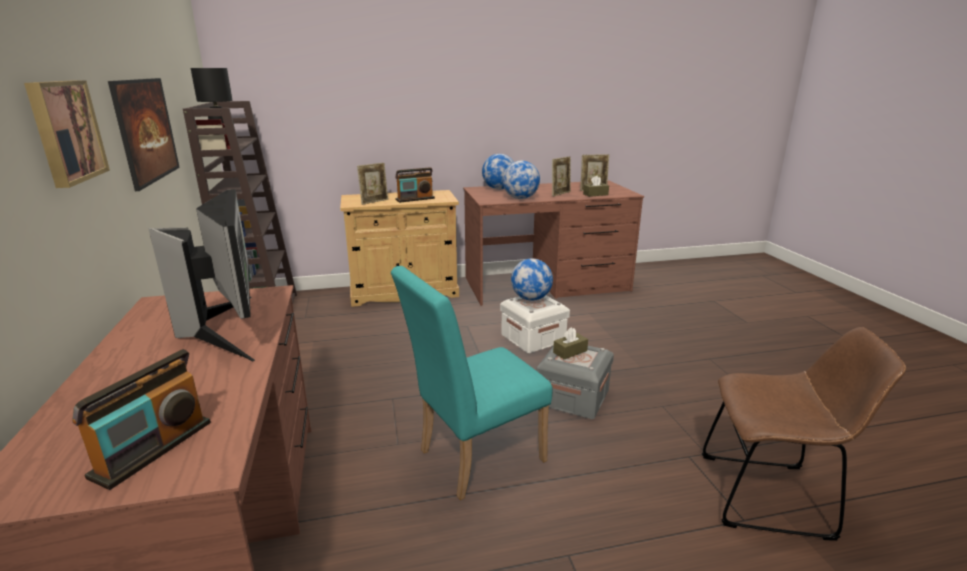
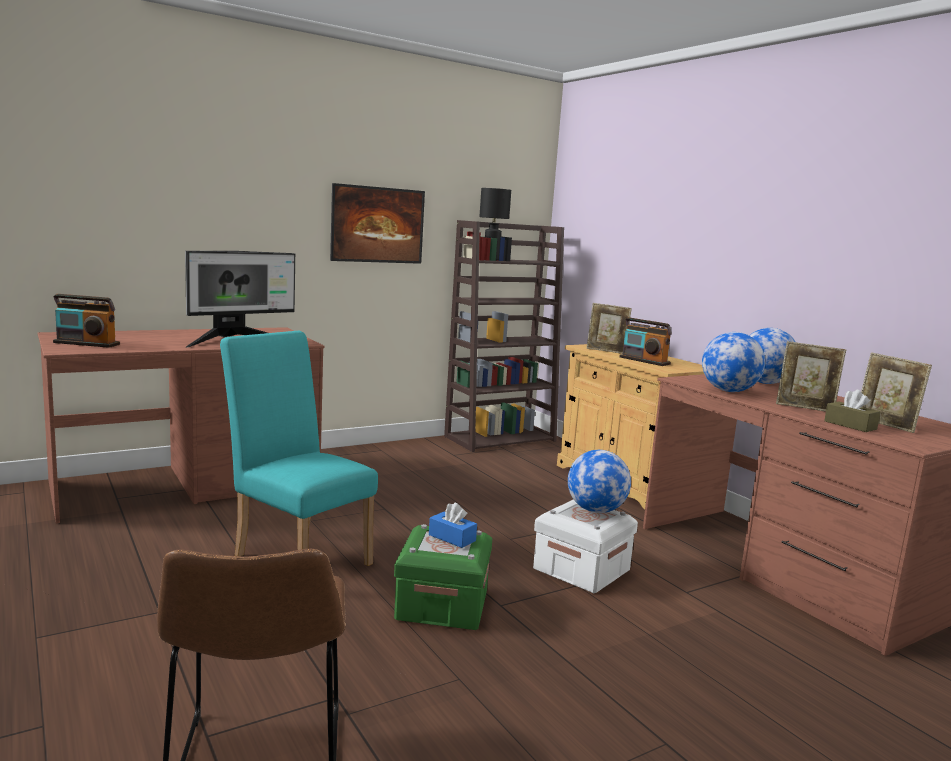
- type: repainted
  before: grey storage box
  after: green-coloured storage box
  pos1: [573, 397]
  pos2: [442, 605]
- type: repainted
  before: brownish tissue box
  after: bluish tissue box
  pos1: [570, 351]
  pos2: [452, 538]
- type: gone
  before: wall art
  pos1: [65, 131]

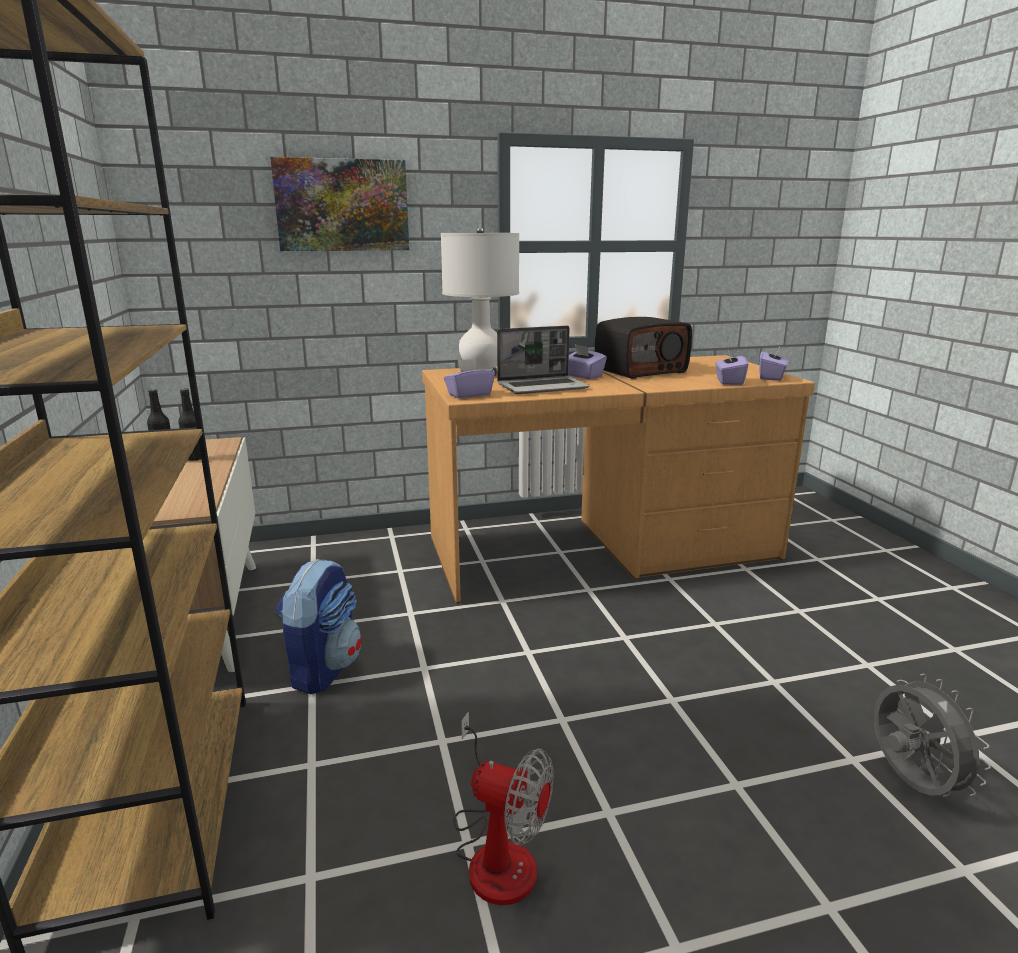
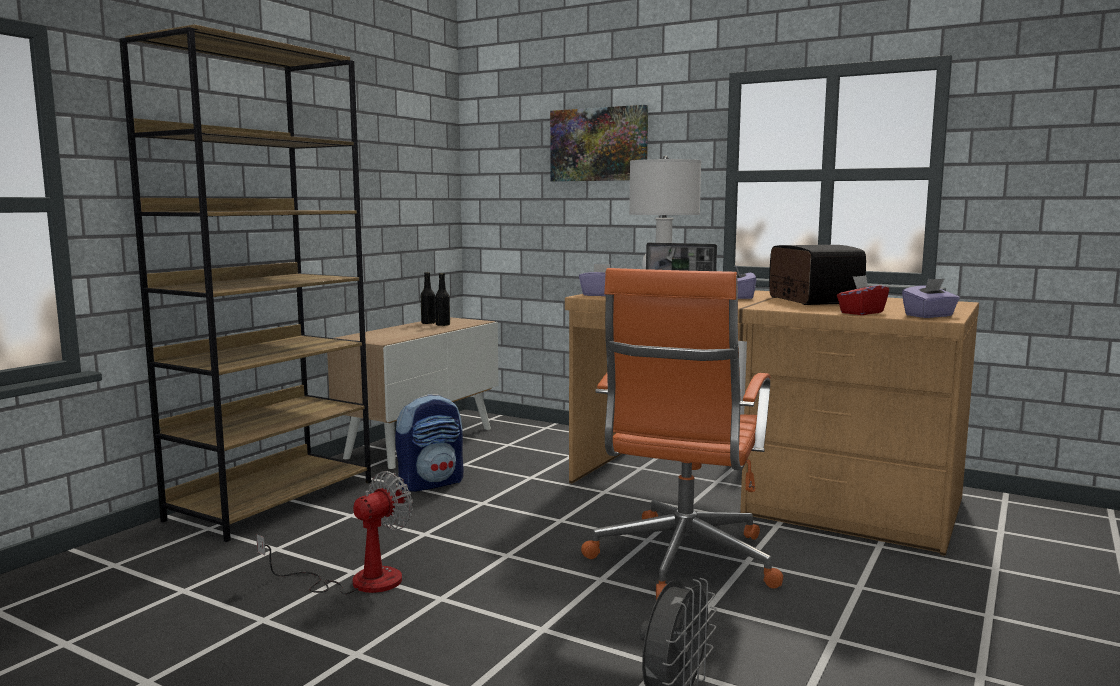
- type: rotated
  before: electric fan
  pos1: [496, 851]
  pos2: [358, 581]
  turn: -120
- type: new
  after: orange-coloured office chair
  pos2: [681, 562]
- type: rotated
  before: radio
  pos1: [640, 370]
  pos2: [811, 300]
  turn: -120
- type: repainted
  before: purplish tissue box
  after: red tissue box
  pos1: [729, 382]
  pos2: [861, 313]

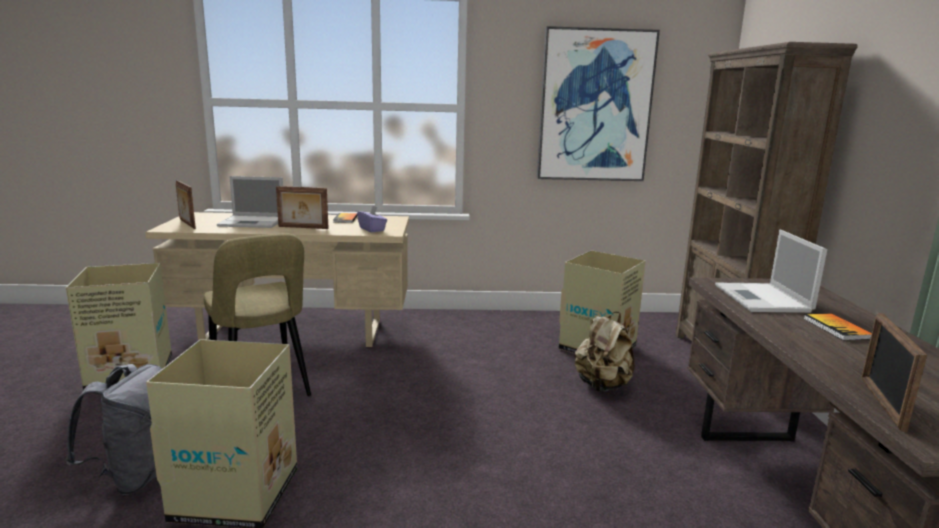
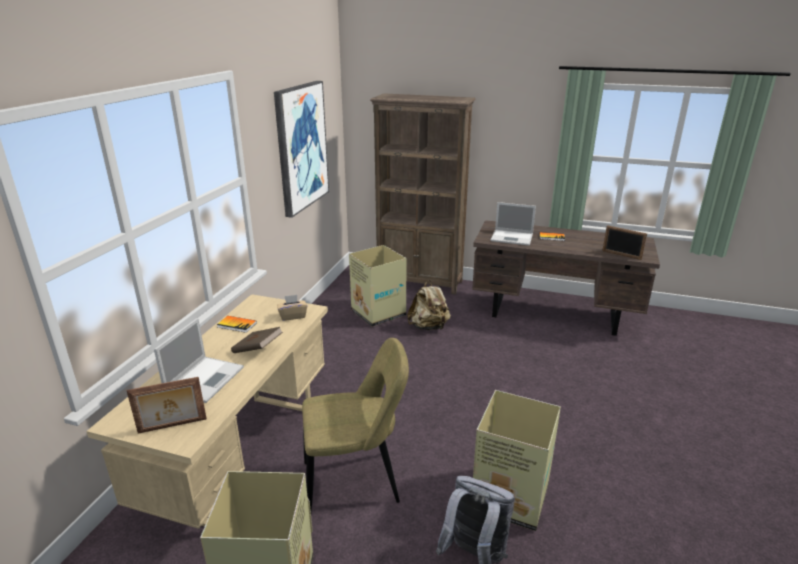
- type: swapped
  before: standing frame
  after: brownish bound book
  pos1: [303, 228]
  pos2: [258, 350]
- type: repainted
  before: purplish tissue box
  after: beige-coloured tissue box
  pos1: [372, 229]
  pos2: [292, 316]

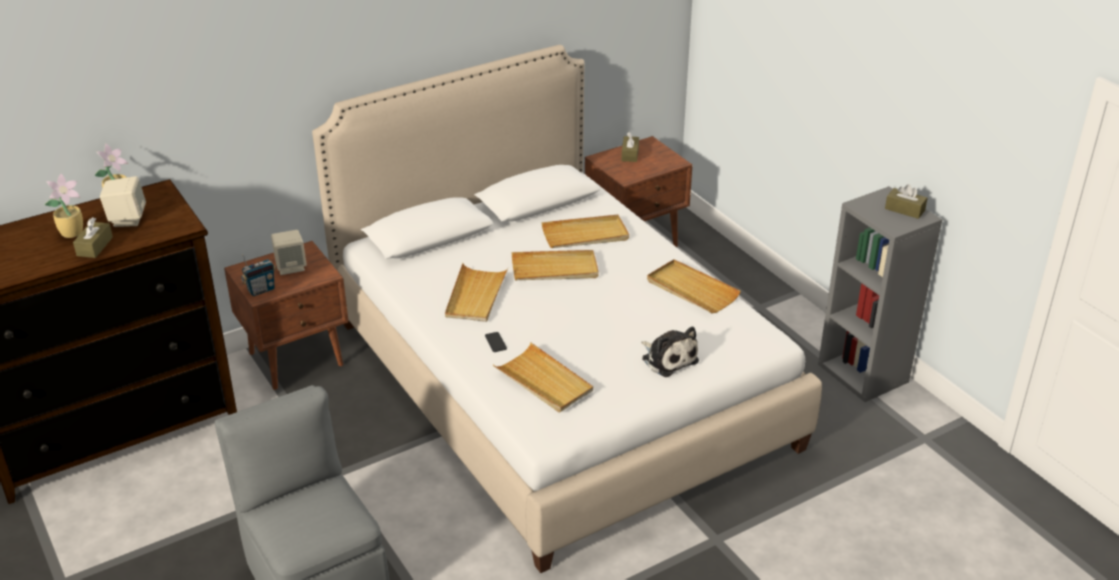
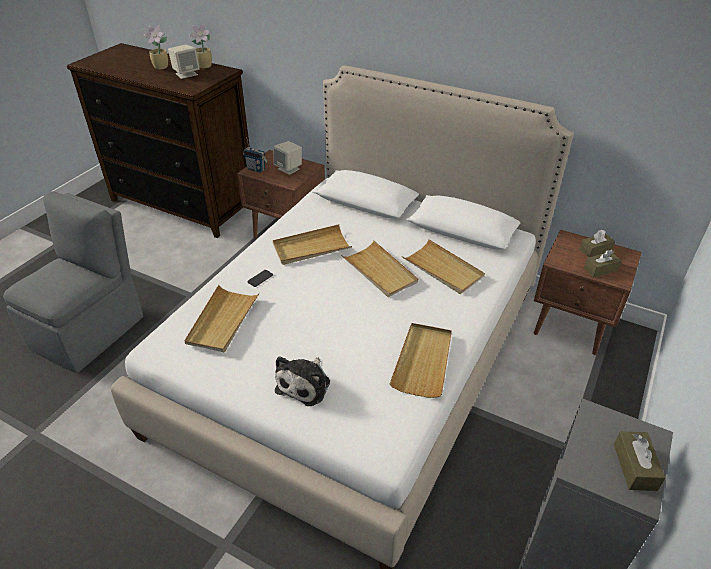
- type: shifted
  before: brownish tissue box
  pos1: [95, 246]
  pos2: [600, 269]

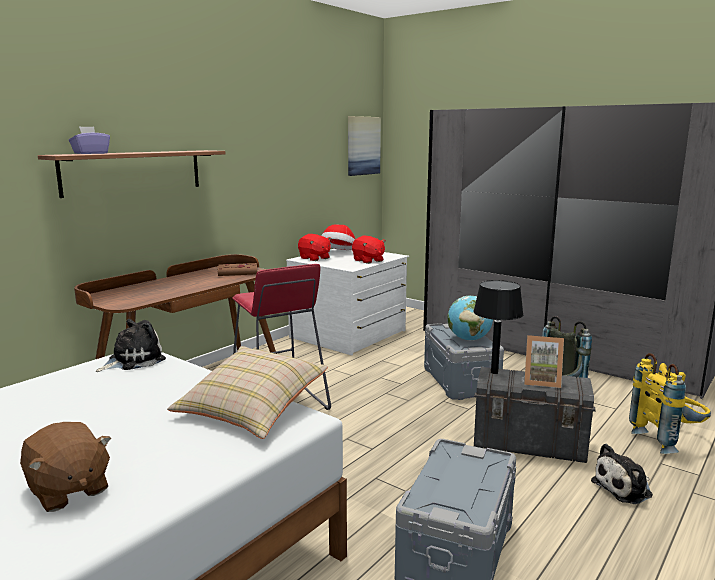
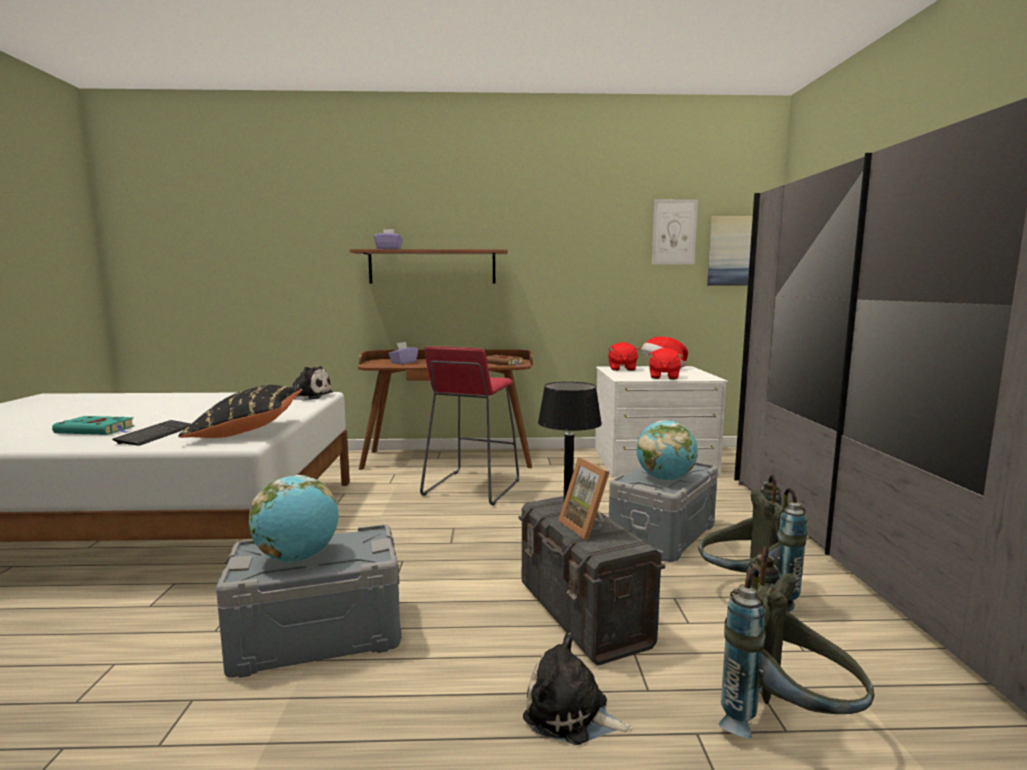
- type: swapped
  before: brownish soft toy
  after: blue-green bound book
  pos1: [68, 490]
  pos2: [97, 430]
- type: new
  after: computer keyboard
  pos2: [156, 434]
- type: repainted
  before: beige-coloured cushion
  after: black-coloured cushion
  pos1: [251, 410]
  pos2: [247, 430]
- type: new
  after: globe
  pos2: [298, 557]
- type: new
  after: purplish tissue box
  pos2: [403, 362]
- type: new
  after: wall art
  pos2: [674, 232]
- type: repainted
  before: yellow backpack
  after: grey backpack
  pos1: [668, 440]
  pos2: [787, 725]

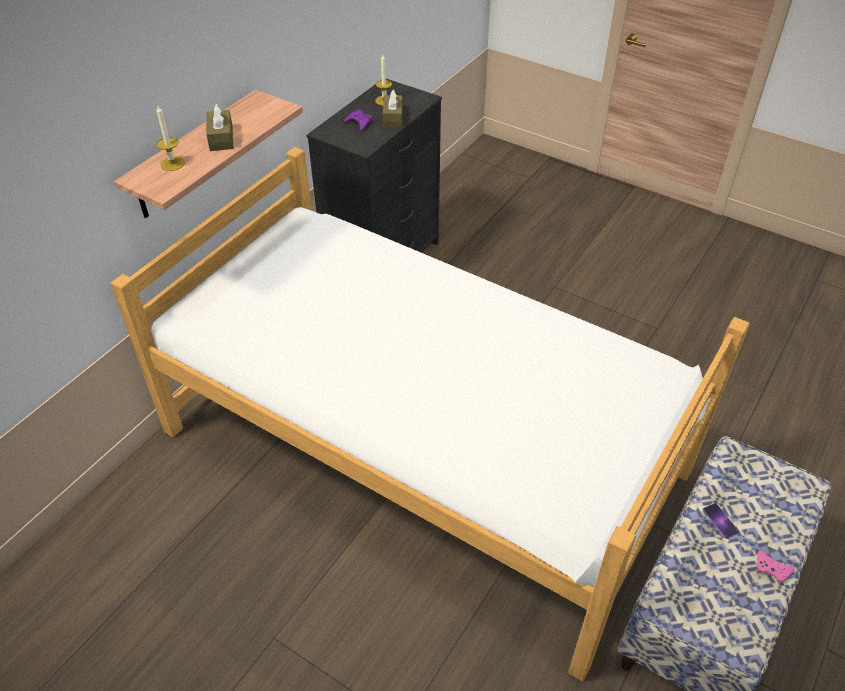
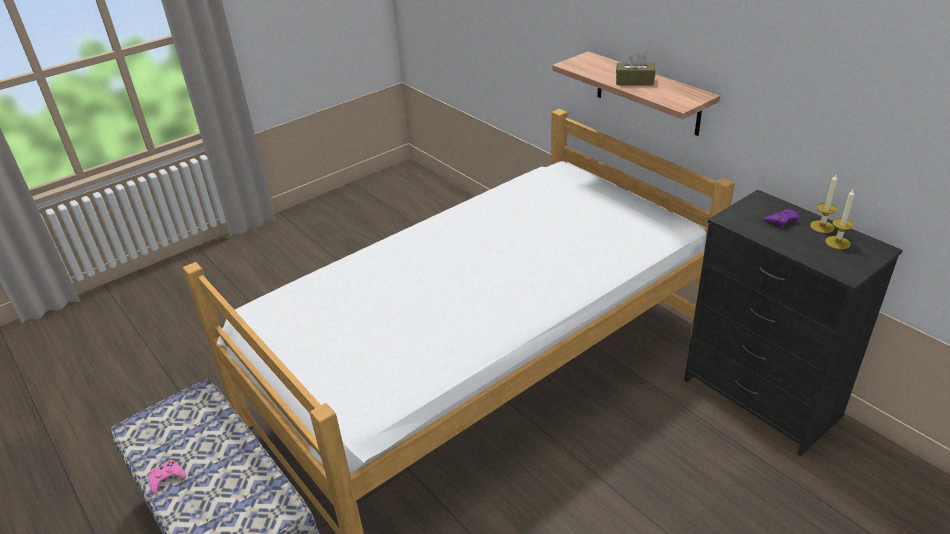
- type: shifted
  before: candle
  pos1: [172, 163]
  pos2: [822, 226]
- type: gone
  before: brownish tissue box
  pos1: [392, 117]
- type: gone
  before: telephone
  pos1: [720, 520]

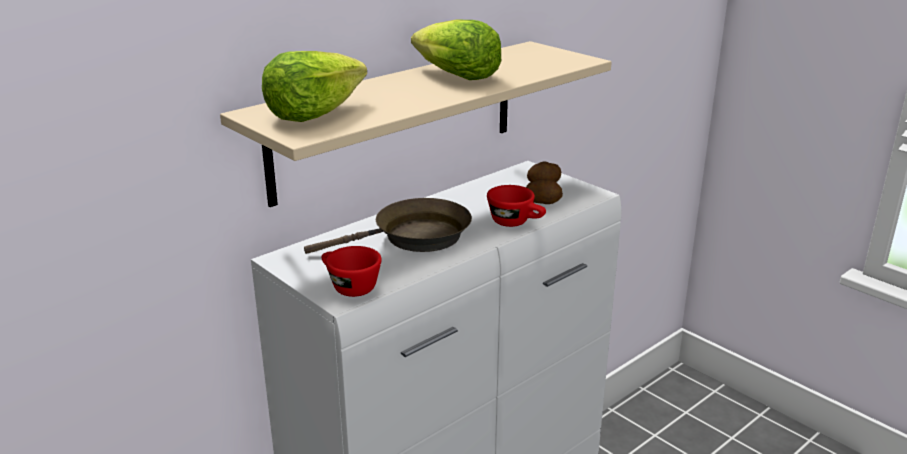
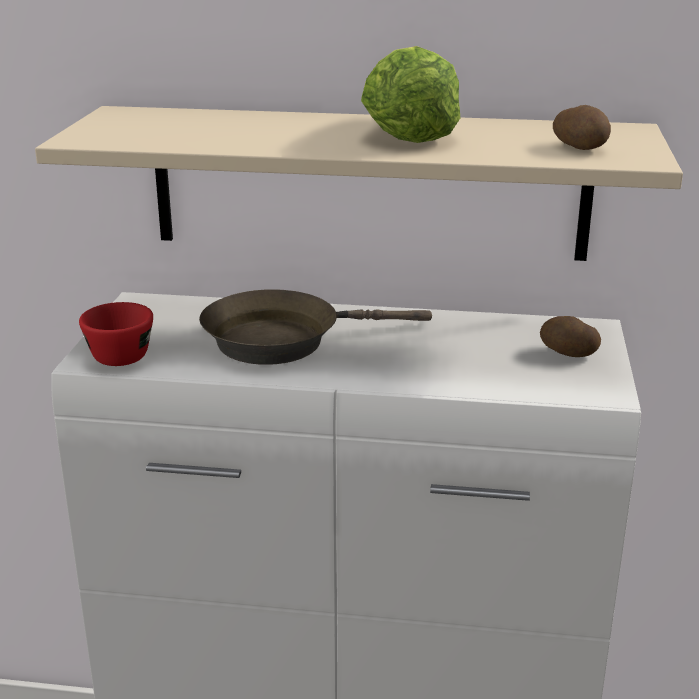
- type: rotated
  before: brownish frying pan
  pos1: [414, 238]
  pos2: [282, 340]
  turn: 135
- type: shifted
  before: spud
  pos1: [542, 202]
  pos2: [581, 147]
- type: gone
  before: lettuce
  pos1: [314, 113]
- type: gone
  before: red cup
  pos1: [516, 222]

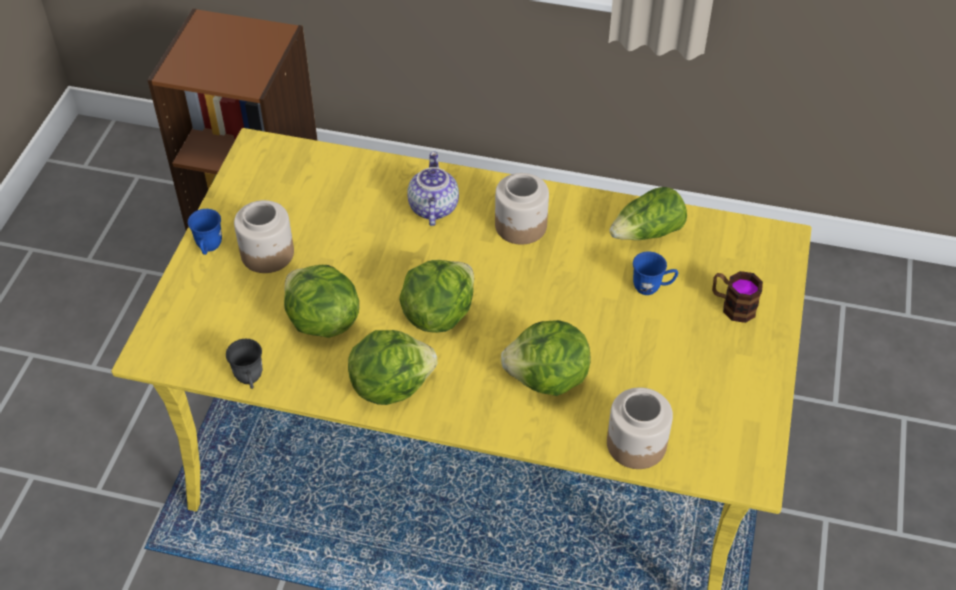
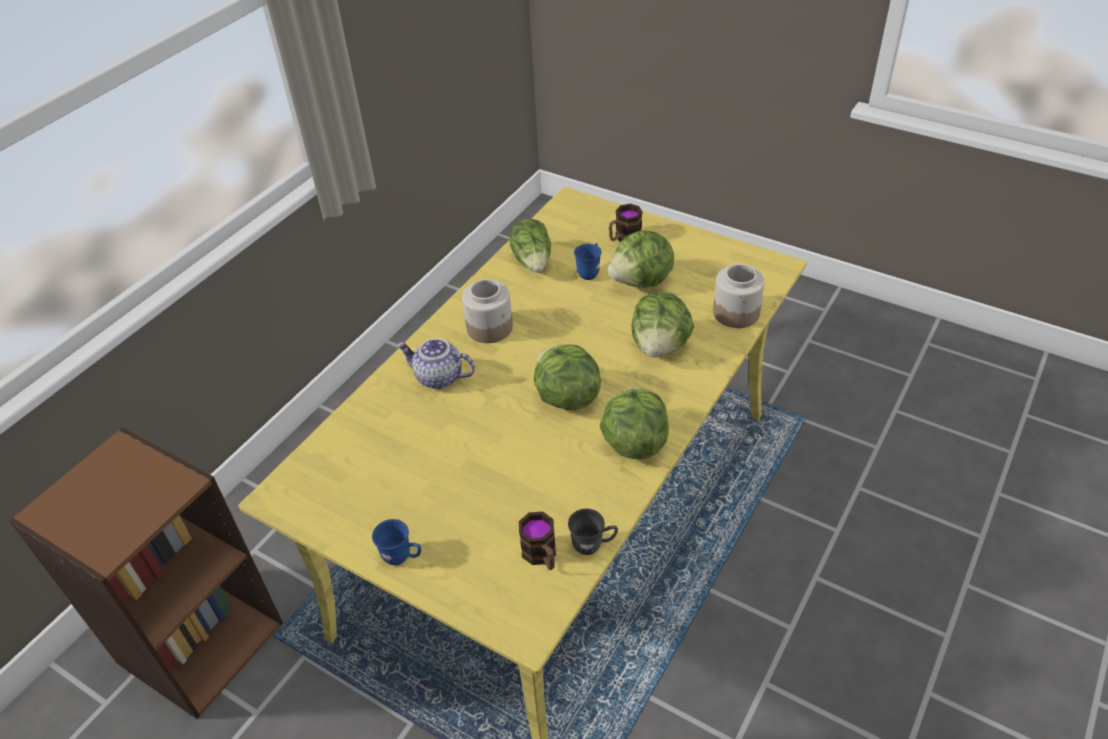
- type: new
  after: mug
  pos2: [542, 556]
- type: shifted
  before: lettuce
  pos1: [322, 322]
  pos2: [642, 281]
- type: gone
  before: jar
  pos1: [266, 254]

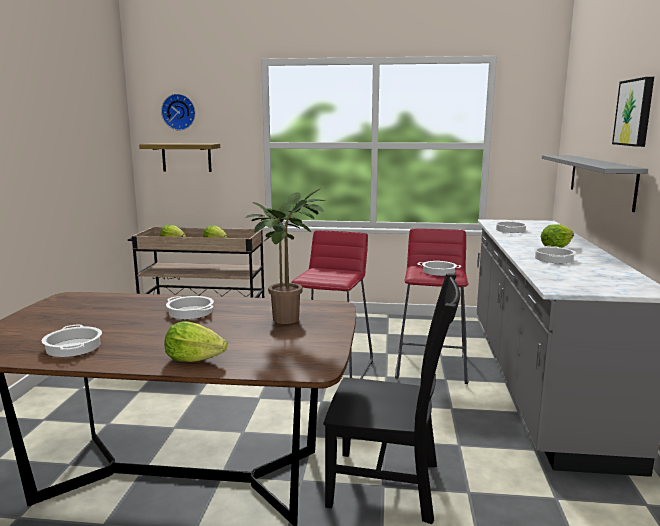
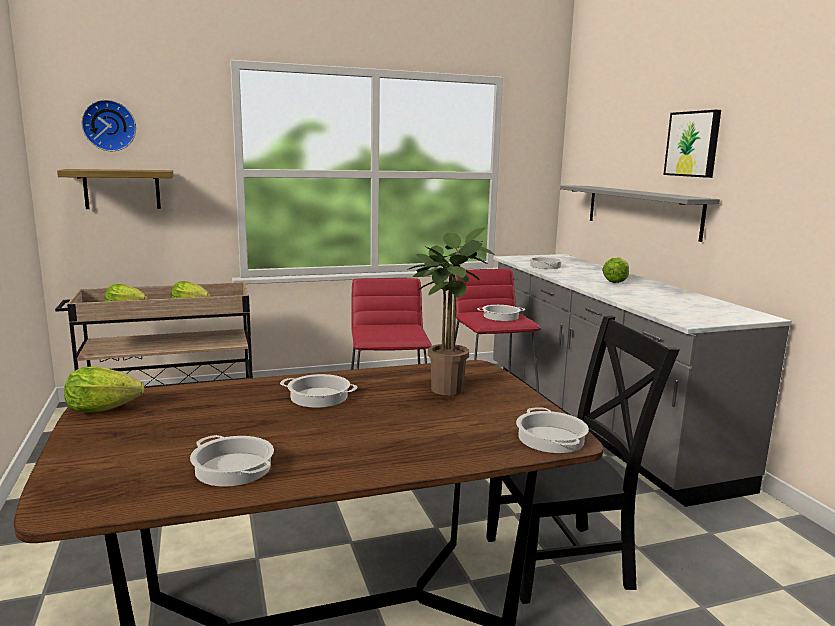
- type: shifted
  before: lettuce
  pos1: [194, 359]
  pos2: [102, 409]
- type: shifted
  before: saucepot
  pos1: [554, 259]
  pos2: [551, 439]

